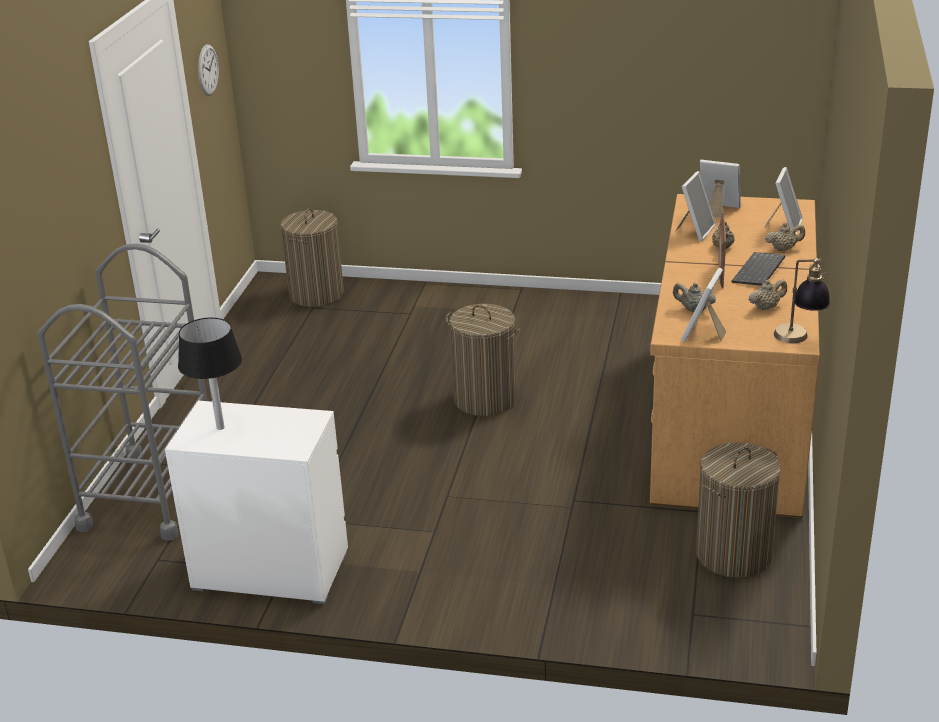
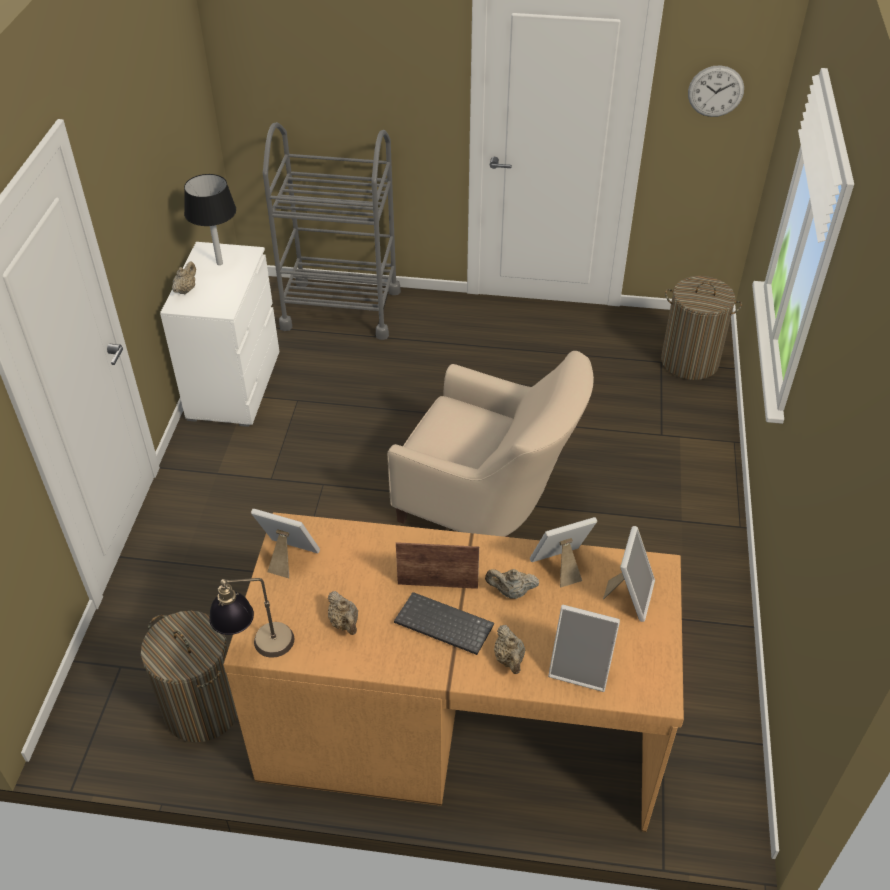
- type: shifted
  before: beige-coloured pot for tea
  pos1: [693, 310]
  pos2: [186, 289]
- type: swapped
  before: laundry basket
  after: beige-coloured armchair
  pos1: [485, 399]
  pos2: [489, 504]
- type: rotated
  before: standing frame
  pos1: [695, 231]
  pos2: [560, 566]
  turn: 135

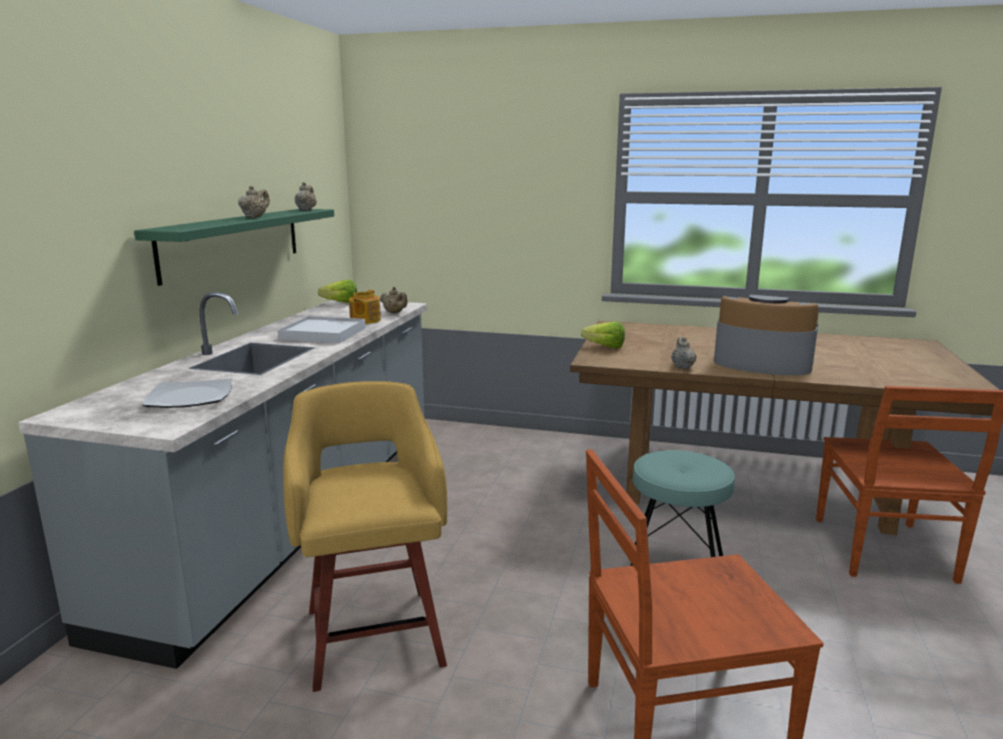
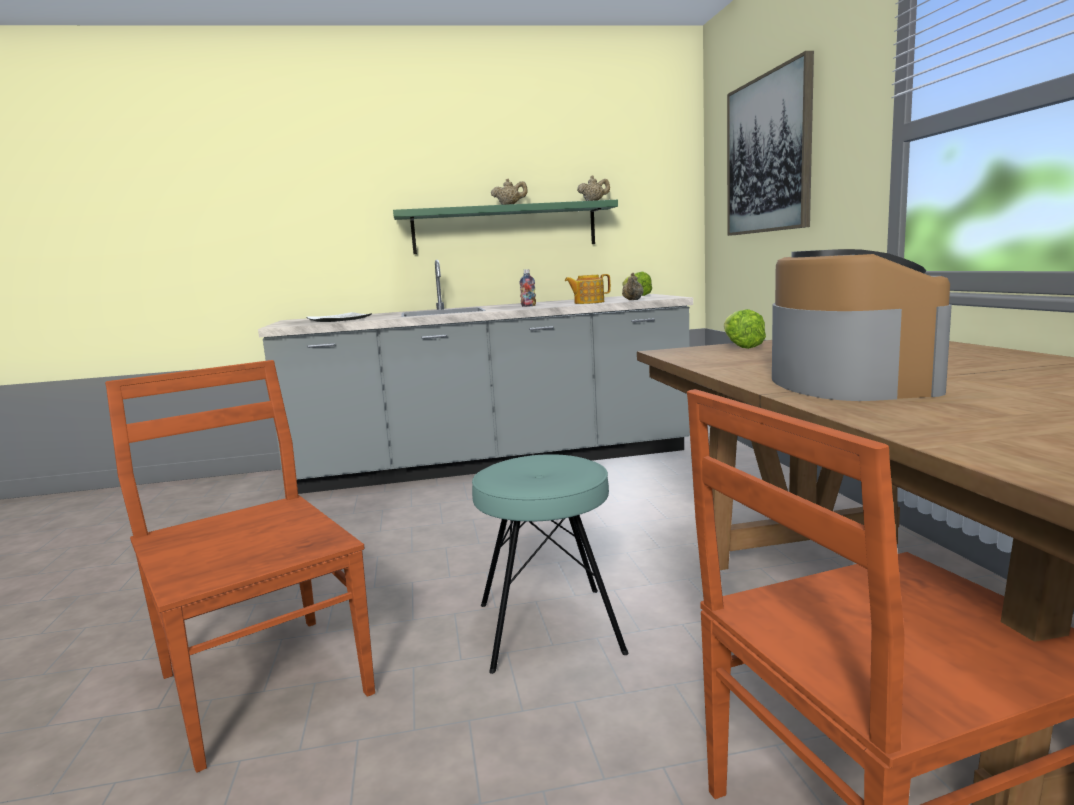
- type: swapped
  before: white serving tray
  after: drink bottle
  pos1: [323, 333]
  pos2: [528, 306]
- type: new
  after: wall art
  pos2: [768, 154]
- type: gone
  before: yellow stool seat
  pos1: [374, 633]
- type: gone
  before: beige-coloured pot for tea
  pos1: [682, 367]

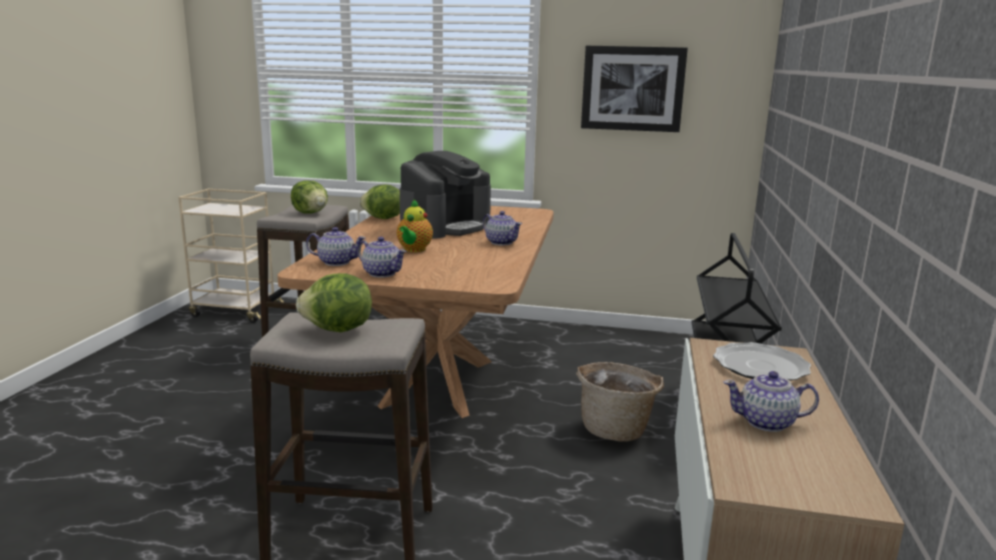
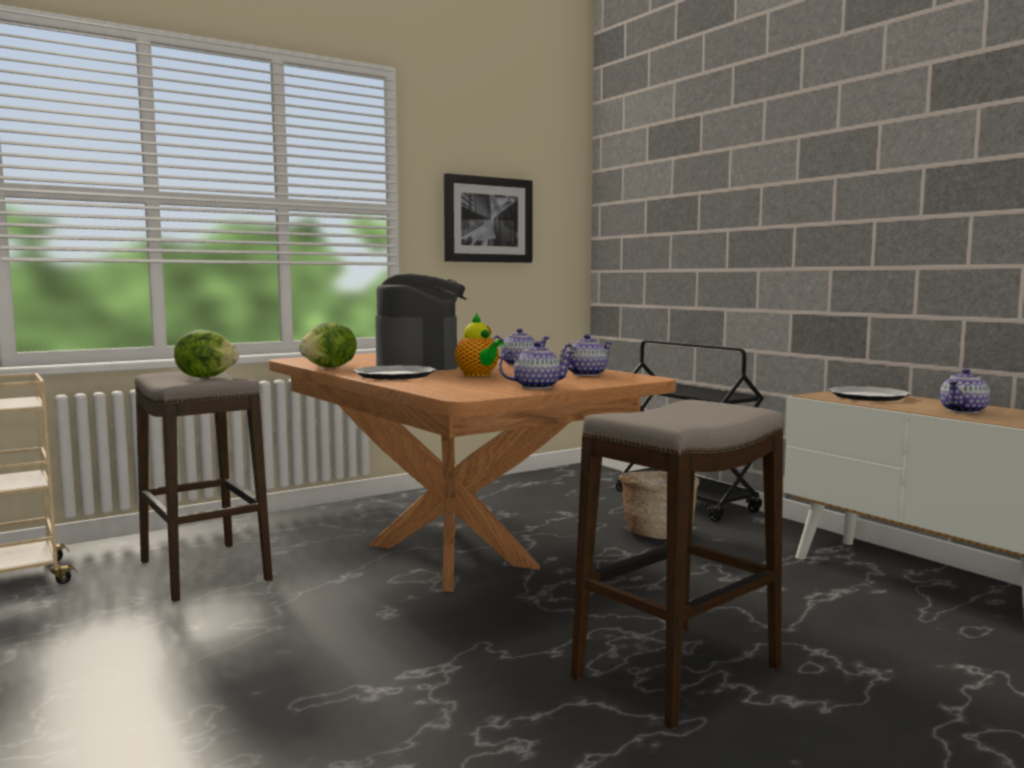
- type: new
  after: dinner plate
  pos2: [395, 376]
- type: shifted
  before: pot for tea
  pos1: [336, 262]
  pos2: [585, 374]
- type: gone
  before: lettuce
  pos1: [338, 330]

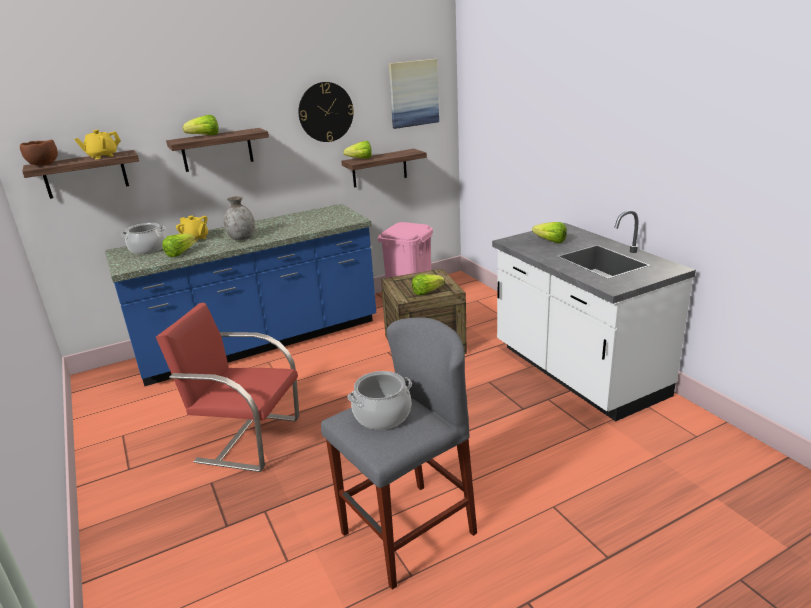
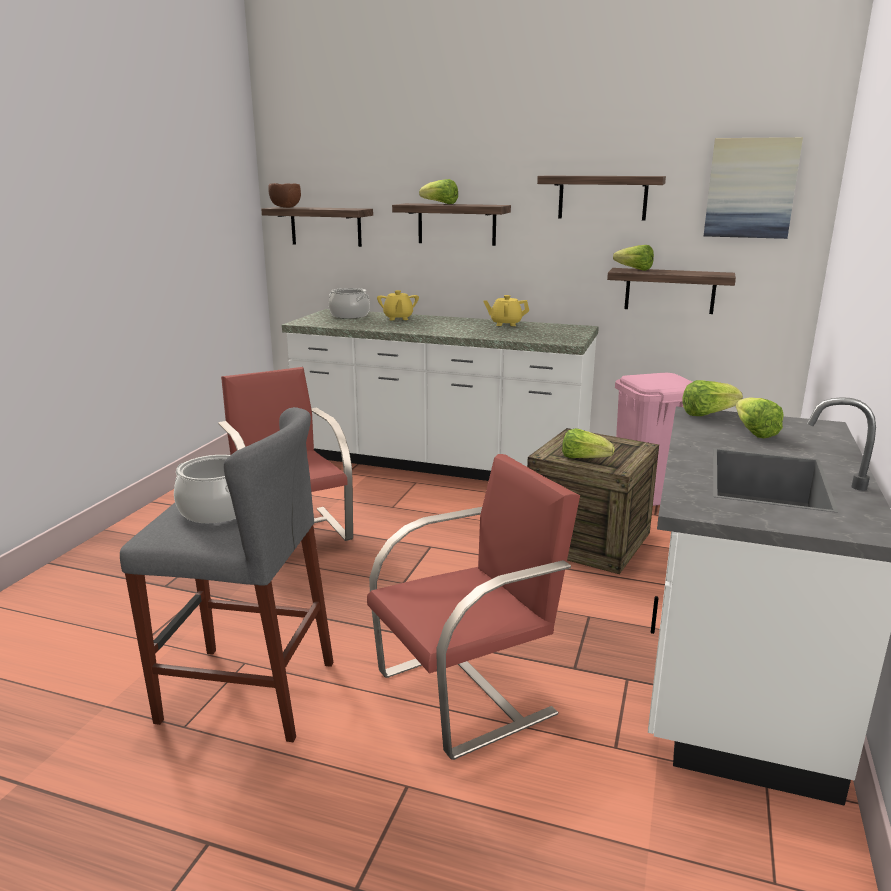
- type: repainted
  before: bluish kitchen base unit
  after: white kitchen base unit
  pos1: [261, 342]
  pos2: [439, 464]
- type: new
  after: red chair
  pos2: [469, 693]
- type: shifted
  before: yellow pot for tea
  pos1: [102, 156]
  pos2: [505, 324]
- type: swapped
  before: clock on the wall
  after: shelf
  pos1: [326, 112]
  pos2: [602, 197]
- type: shifted
  before: lettuce
  pos1: [180, 253]
  pos2: [707, 414]
- type: gone
  before: grey vase
  pos1: [242, 238]

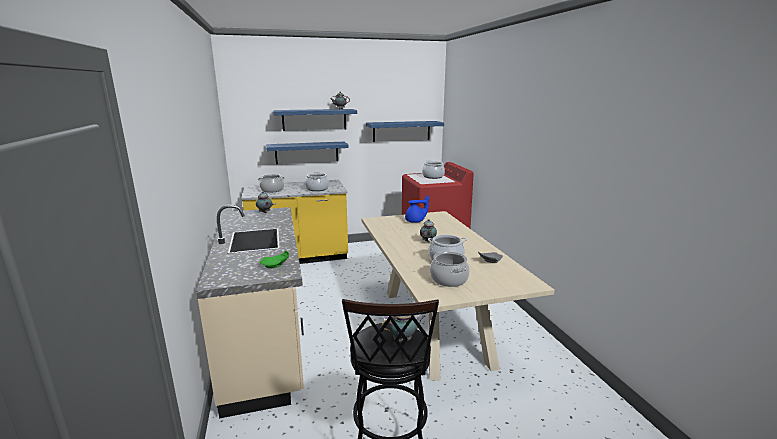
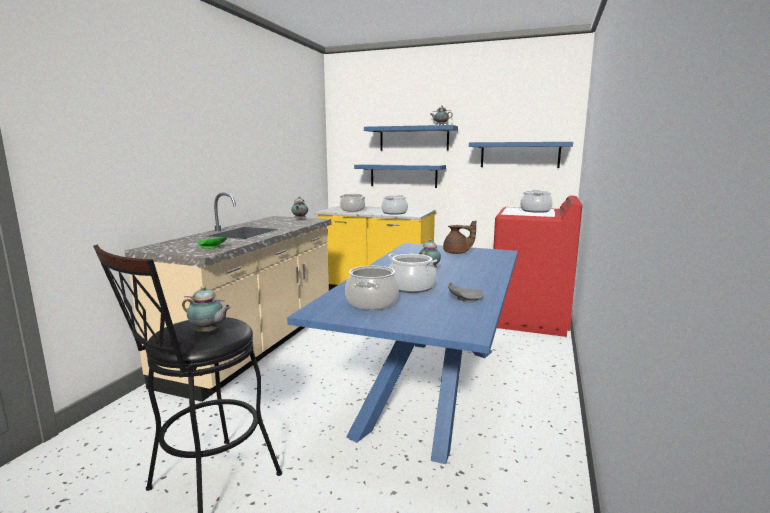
- type: repainted
  before: beige-coloured dinner table
  after: bluish dinner table
  pos1: [435, 325]
  pos2: [430, 388]
- type: repainted
  before: bluish pot for tea
  after: brownish pot for tea
  pos1: [415, 221]
  pos2: [457, 253]

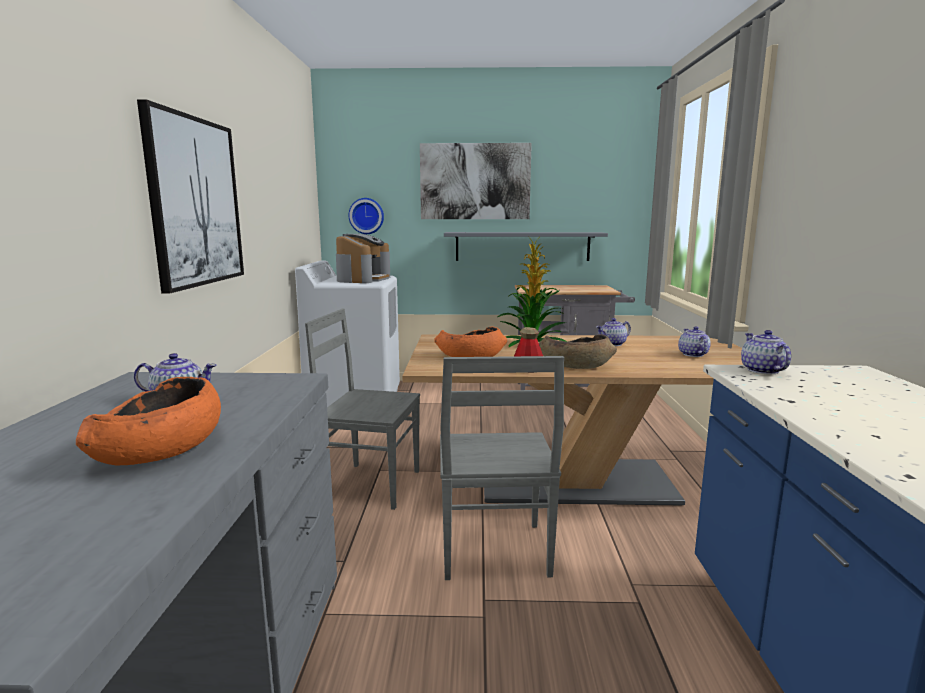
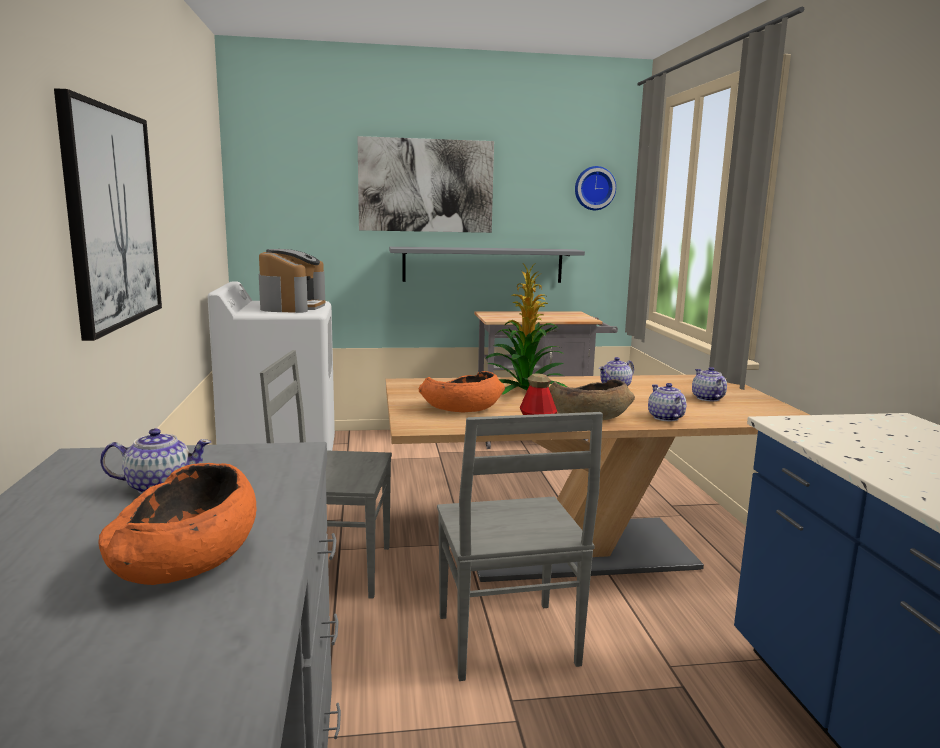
- type: shifted
  before: clock on the wall
  pos1: [366, 216]
  pos2: [594, 188]
- type: shifted
  before: pot for tea
  pos1: [762, 370]
  pos2: [665, 418]

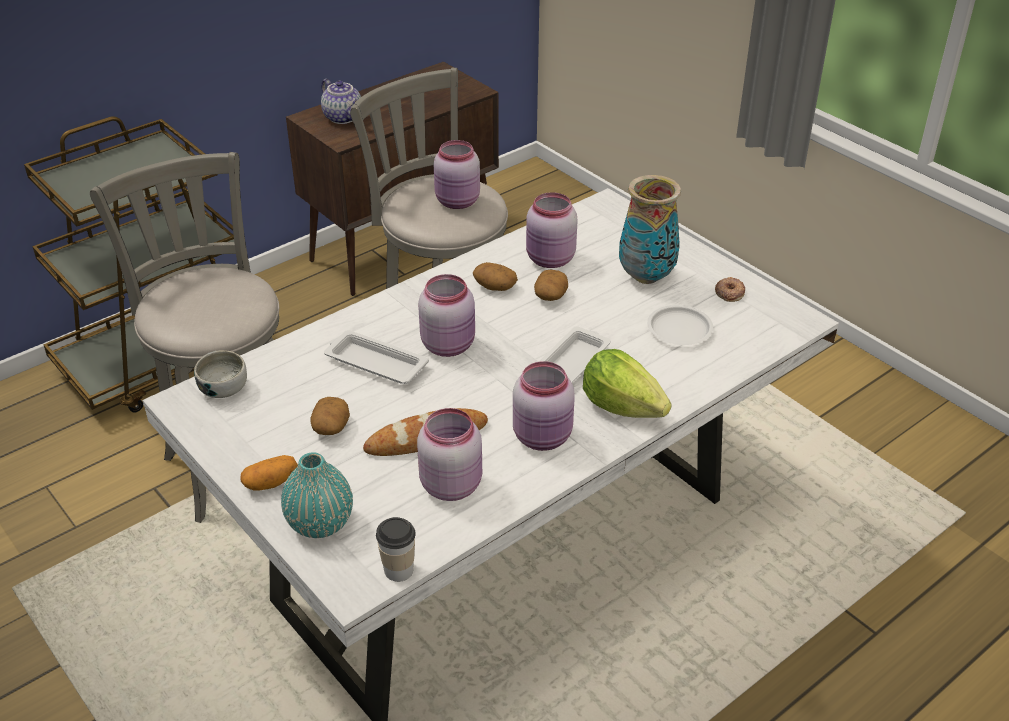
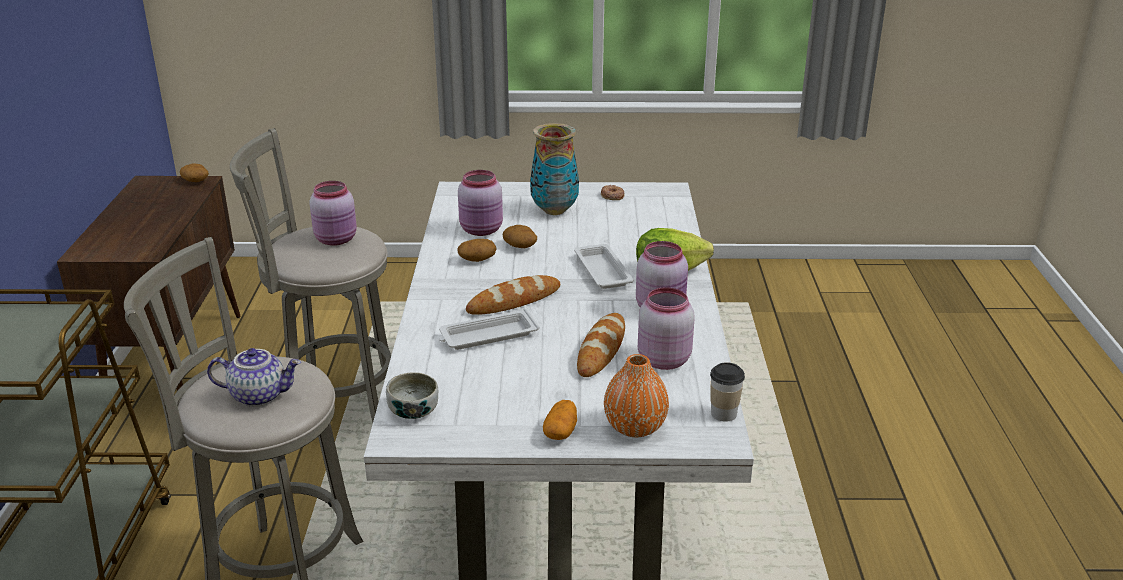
- type: shifted
  before: spud
  pos1: [331, 427]
  pos2: [196, 181]
- type: shifted
  before: pot for tea
  pos1: [344, 117]
  pos2: [259, 395]
- type: swapped
  before: pink jar
  after: bread
  pos1: [449, 345]
  pos2: [514, 300]
- type: repainted
  before: blue-green vase
  after: orange-coloured vase
  pos1: [320, 523]
  pos2: [635, 427]
- type: gone
  before: white dinner plate
  pos1: [679, 330]

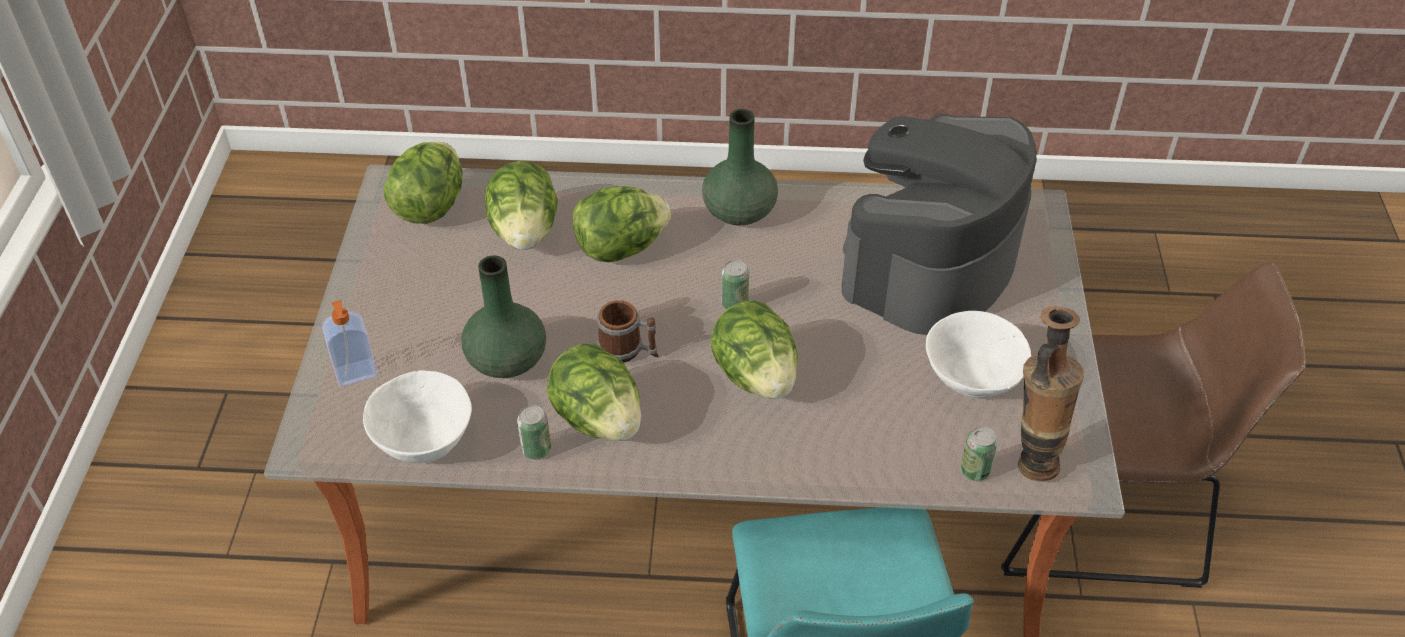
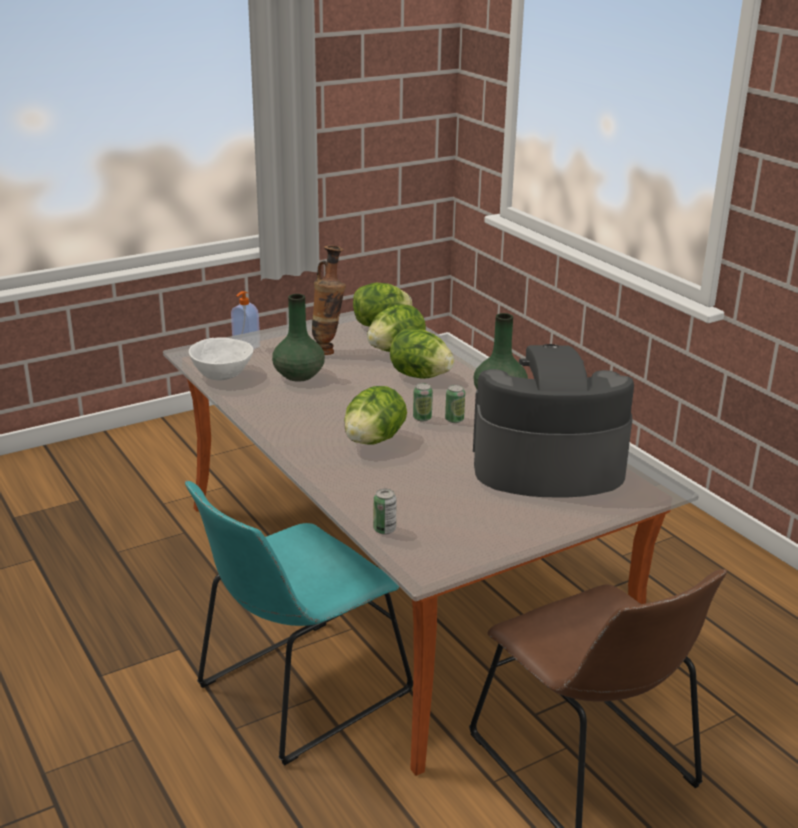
- type: shifted
  before: vase
  pos1: [1032, 457]
  pos2: [328, 351]
- type: shifted
  before: sealed can
  pos1: [536, 449]
  pos2: [454, 420]
- type: gone
  before: lettuce
  pos1: [598, 419]
- type: gone
  before: mug
  pos1: [628, 350]
- type: gone
  before: white bowl
  pos1: [970, 377]

